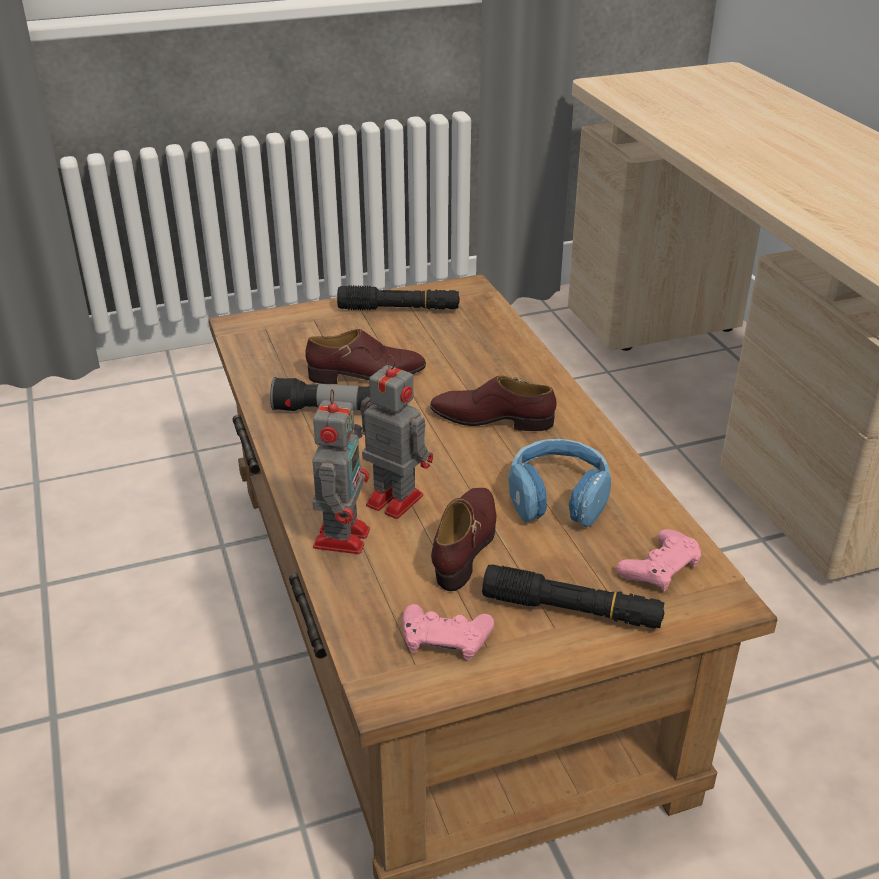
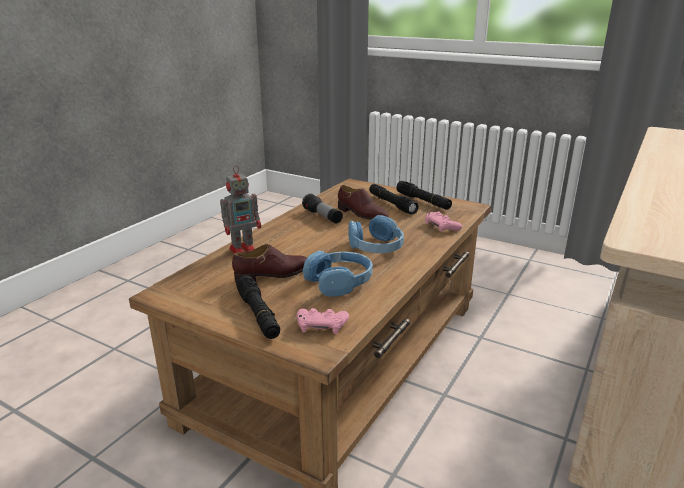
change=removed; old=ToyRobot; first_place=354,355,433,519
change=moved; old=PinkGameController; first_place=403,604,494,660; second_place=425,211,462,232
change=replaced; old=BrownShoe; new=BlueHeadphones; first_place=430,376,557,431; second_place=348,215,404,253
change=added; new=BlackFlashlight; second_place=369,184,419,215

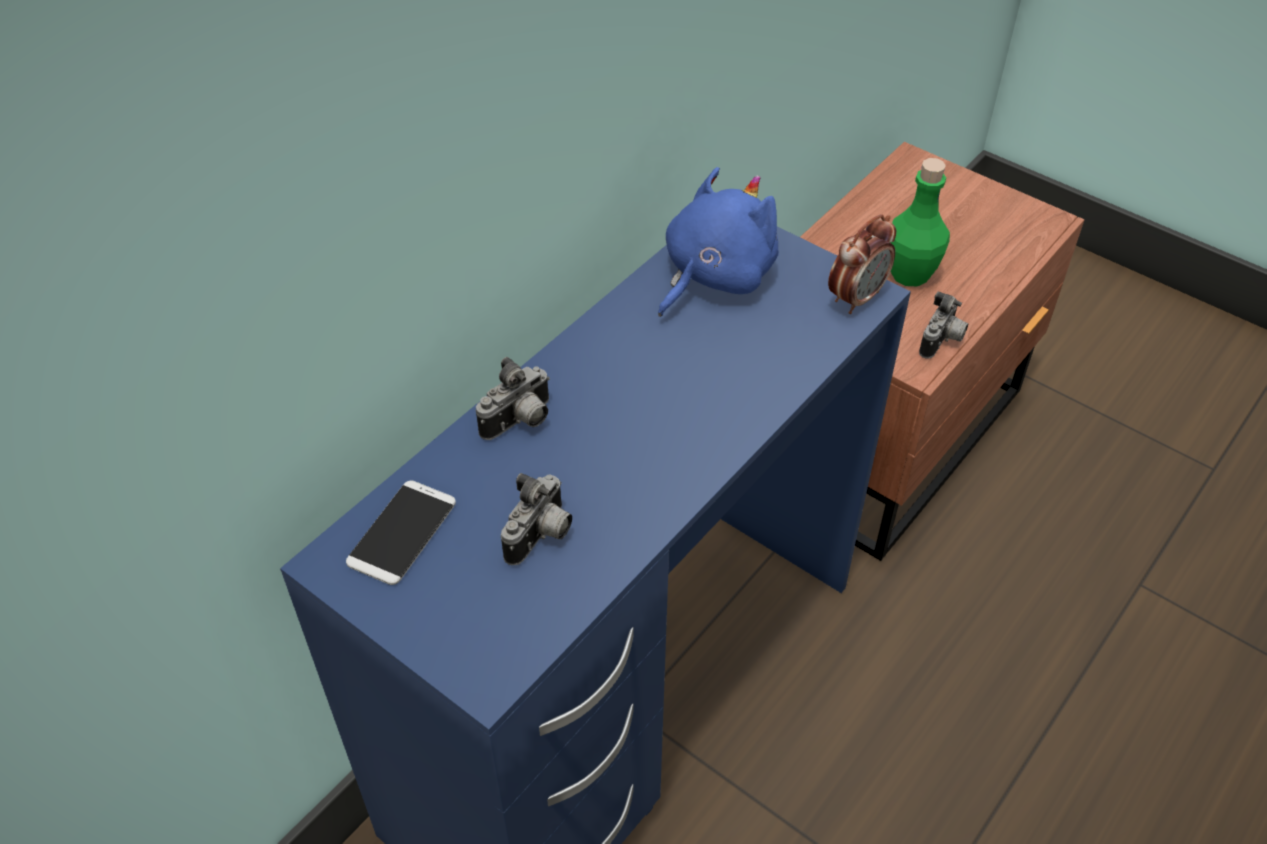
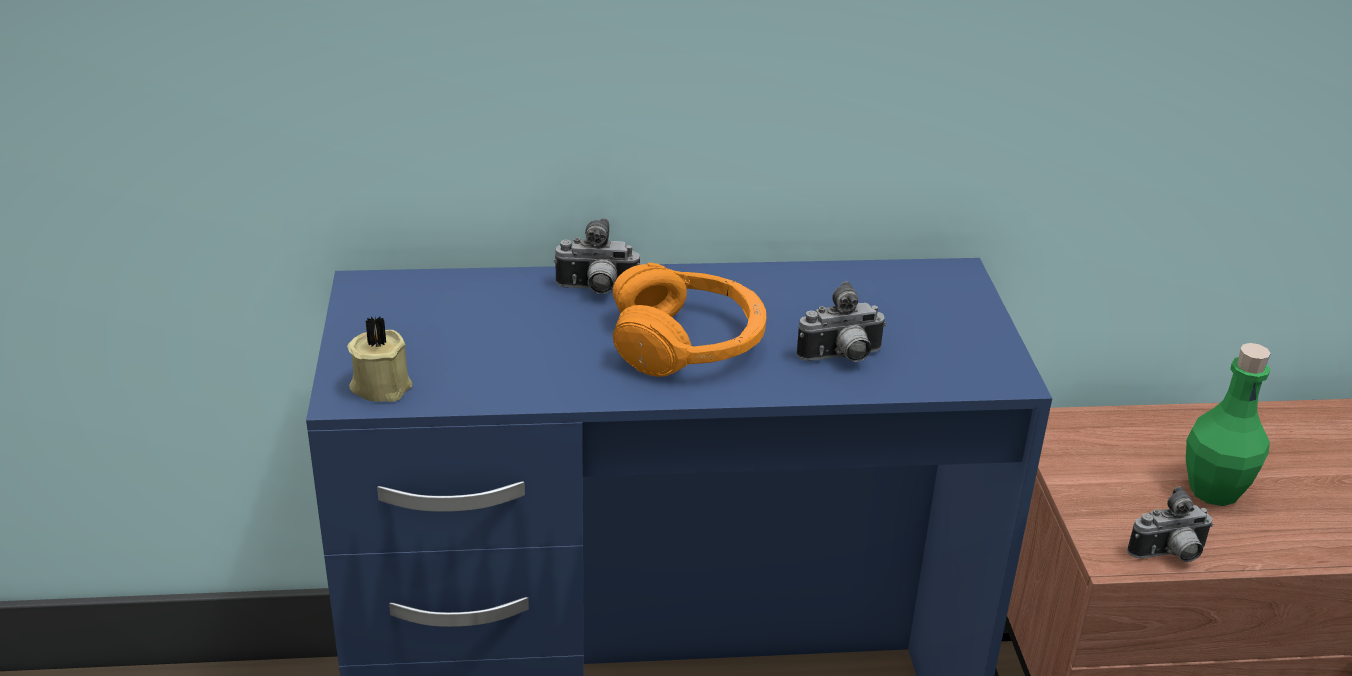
change=removed; old=Phone; first_place=346,481,456,585
change=moved; old=PhotoCamera; first_place=501,473,572,565; second_place=796,281,886,362
change=removed; old=BluePlushToy; first_place=658,167,779,317
change=removed; old=AlarmClock; first_place=828,214,896,314
change=added; new=BeigeCandle; second_place=347,317,412,402
change=added; new=OrangeHeadphones; second_place=613,263,766,377

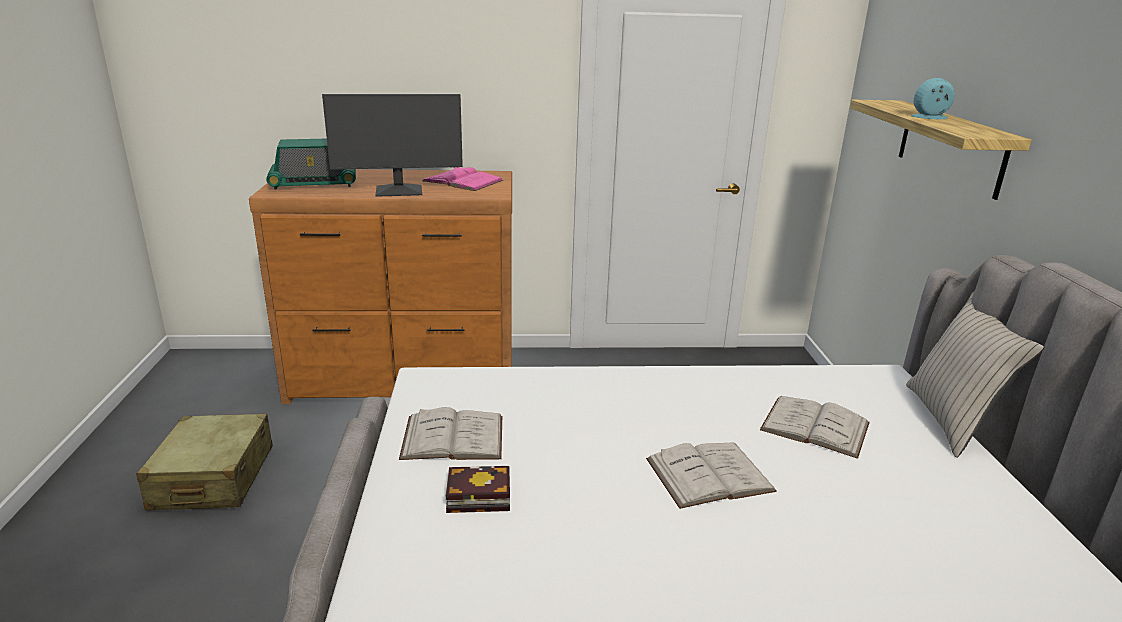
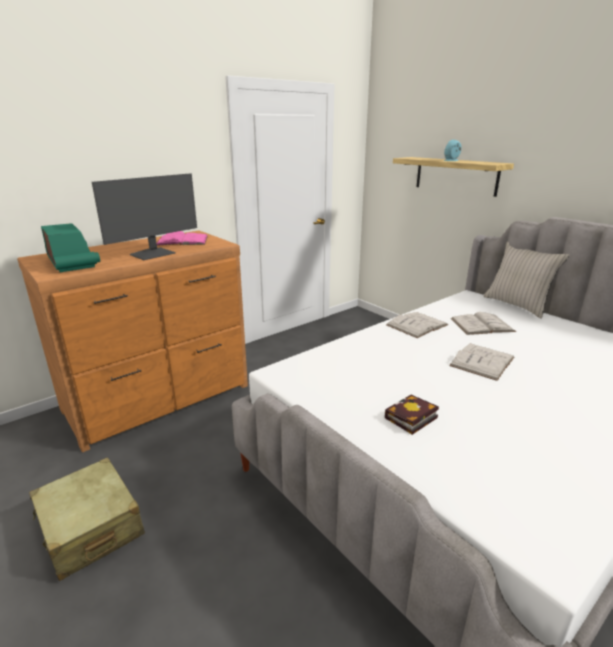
change=turned; old=Radio; first_place=266,139,356,190; second_place=41,223,100,272; degrees=-75
change=moved; old=WhiteBook; first_place=399,407,502,460; second_place=386,312,448,338

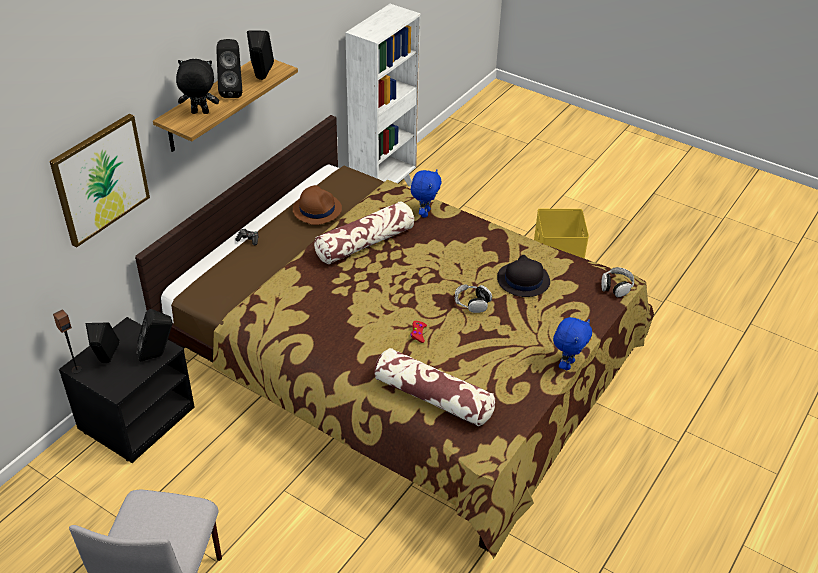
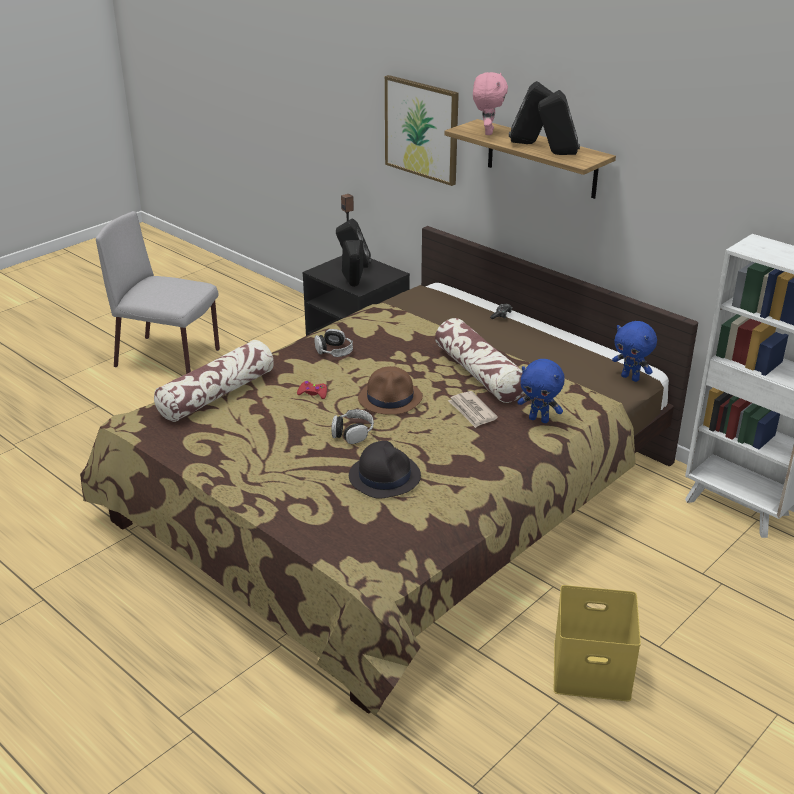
change=recoloured; old=BlackPlushToy; new=PinkPlushToy; first_place=176,59,219,114; second_place=473,72,508,135
change=moved; old=BrownHat; first_place=293,185,342,225; second_place=358,366,423,415
change=moved; old=BluePlushToy; first_place=553,317,592,370; second_place=612,321,657,382
change=moved; old=Headphones; first_place=601,267,634,297; second_place=314,329,353,357
change=added; new=Newspaper; second_place=448,391,498,428

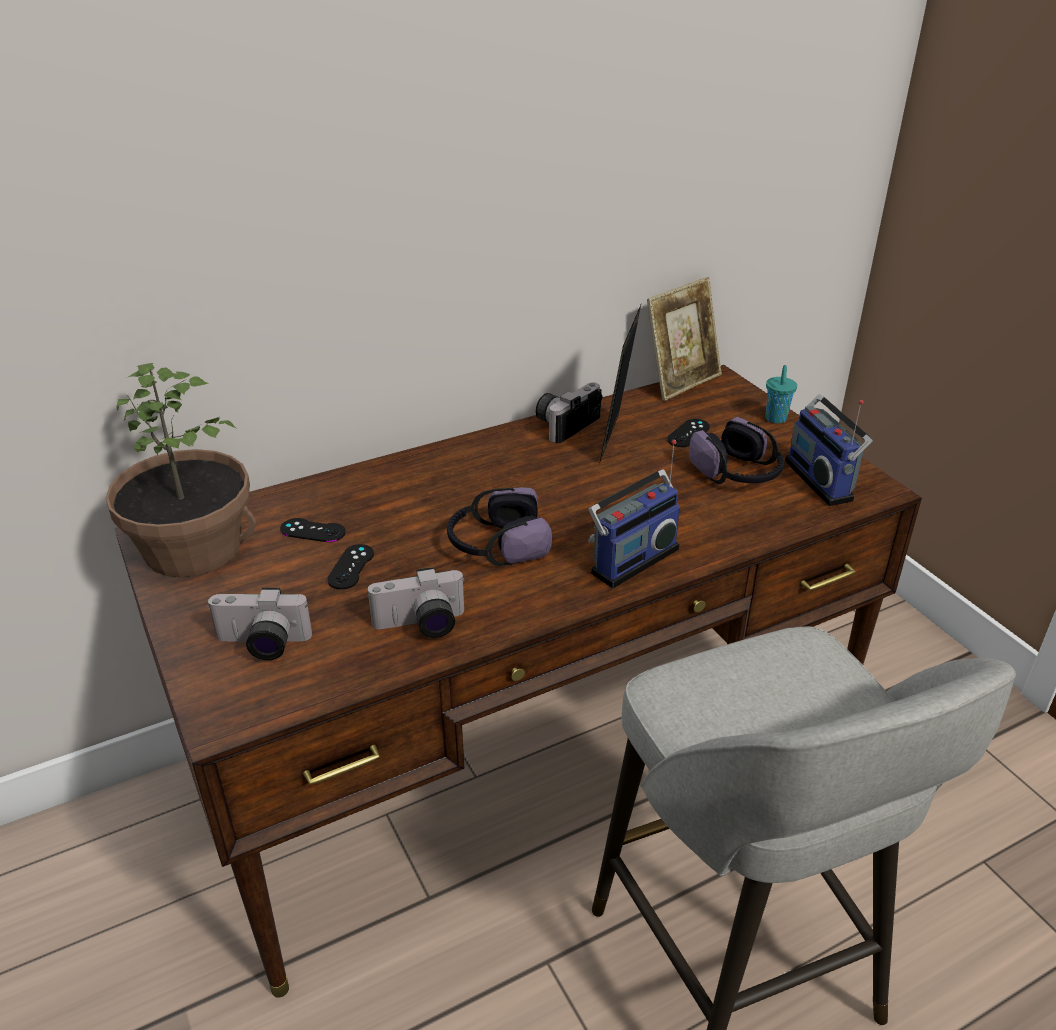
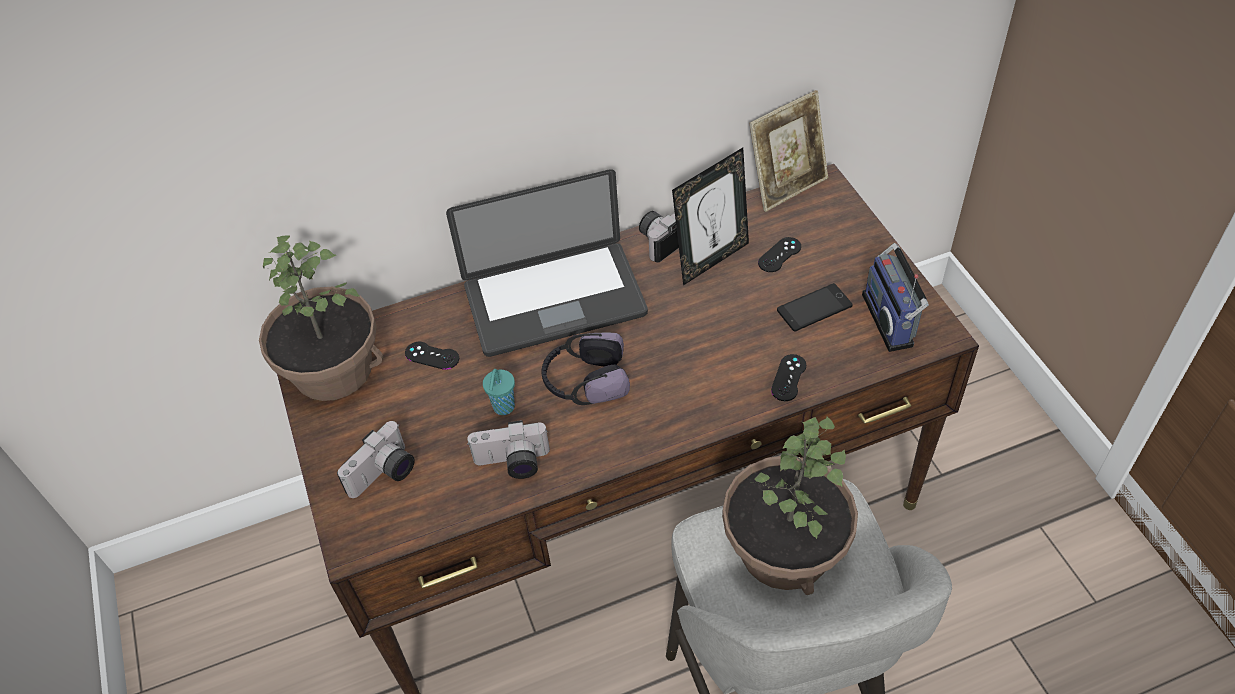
change=turned; old=PhotoCamera; first_place=207,588,312,660; second_place=337,421,415,498; degrees=-60
change=moved; old=BlackGameController; first_place=327,544,374,589; second_place=771,354,806,401
change=removed; old=Radio; first_place=588,440,680,588
change=turned; old=PictureFrame; first_place=600,305,641,461; second_place=672,148,749,286; degrees=-150
change=replaced; old=Headphones; new=Phone; first_place=689,417,784,484; second_place=777,283,853,332
change=moved; old=TurquoiseCup; first_place=766,365,797,423; second_place=483,369,515,415
change=added; new=Laptop; second_place=446,169,648,357
change=added; new=PottedPlant; second_place=722,416,858,595

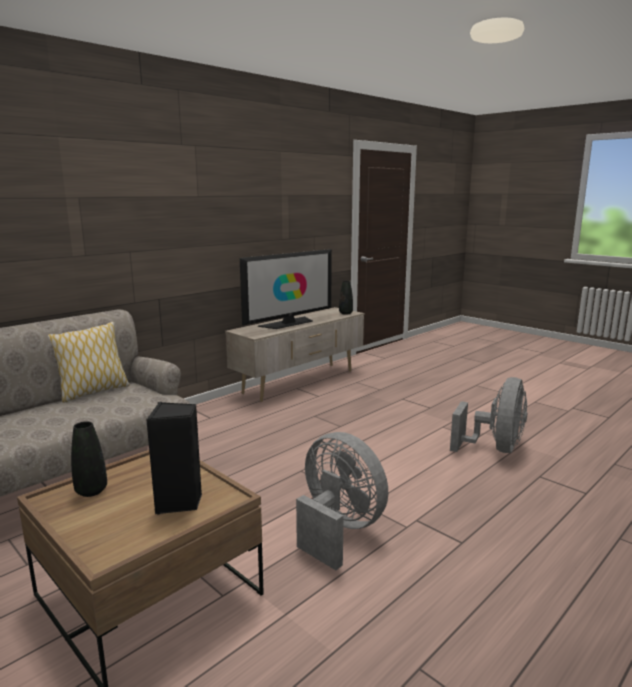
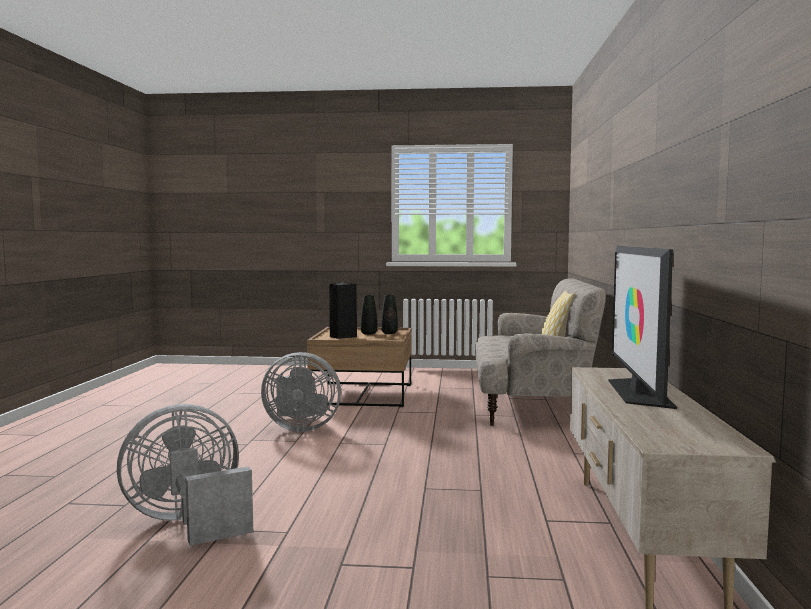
change=moved; old=BlackVase; first_place=339,281,353,315; second_place=361,295,377,335
change=turned; old=GreyFan; first_place=450,377,527,453; second_place=117,404,253,546; degrees=75

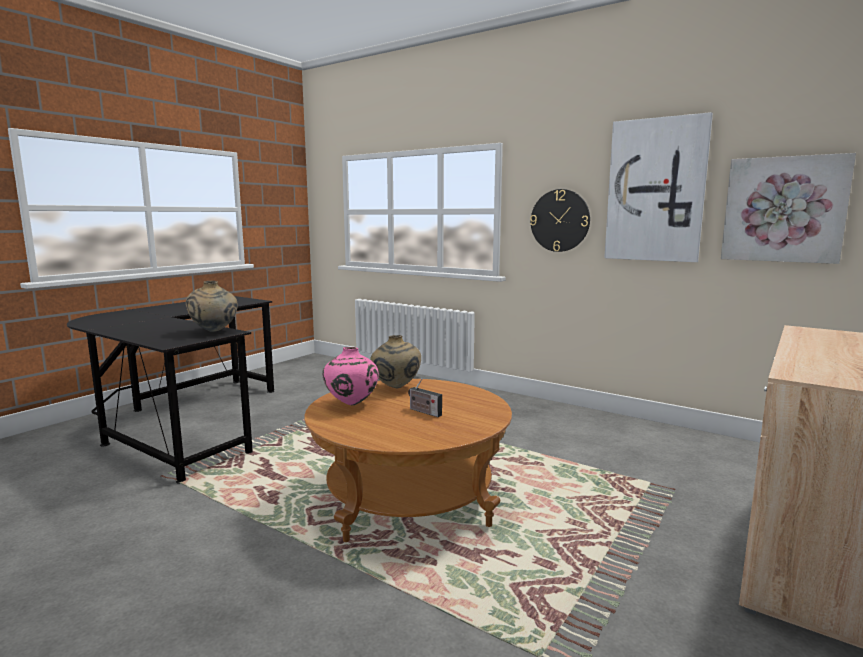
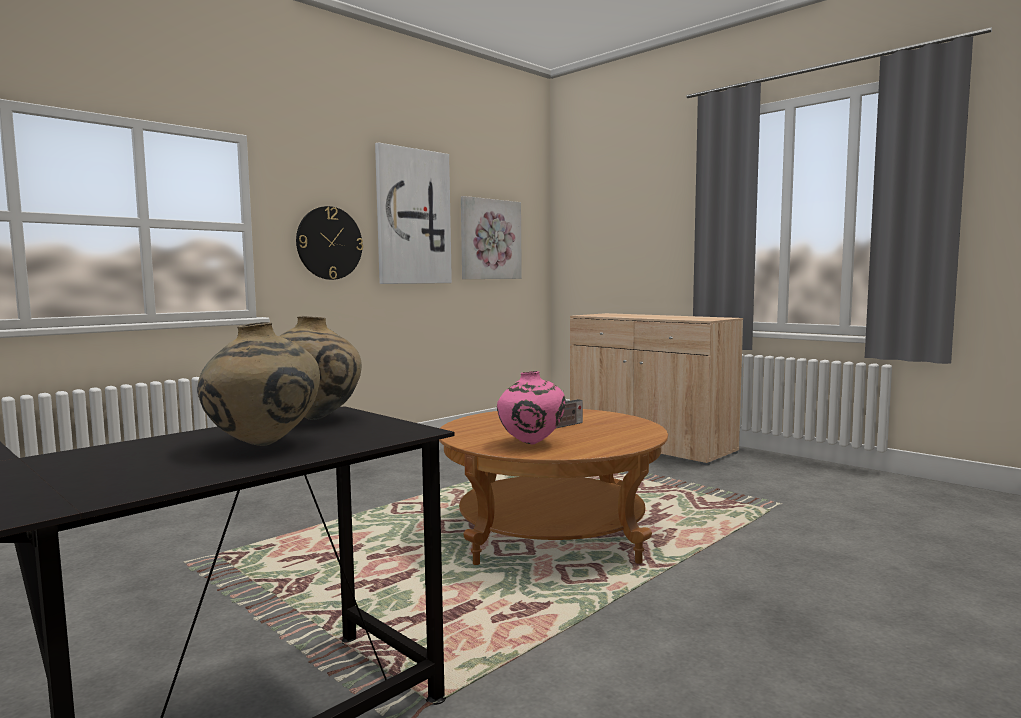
change=moved; old=BeigeVase; first_place=370,335,421,388; second_place=197,322,320,446

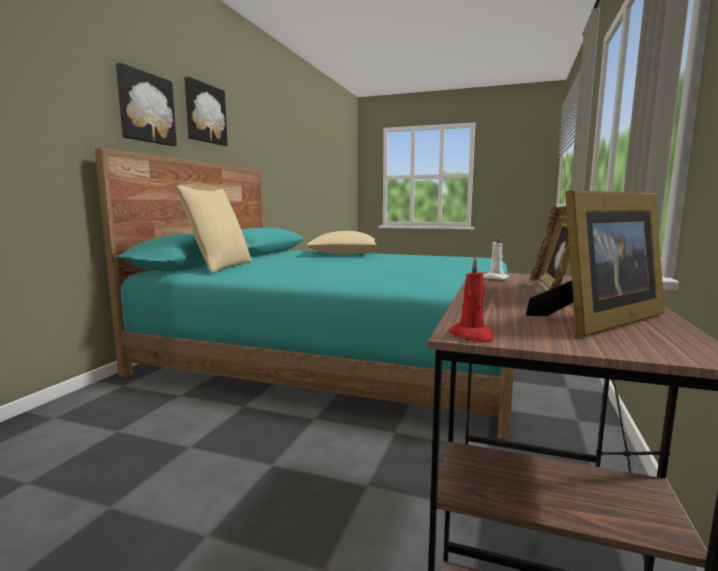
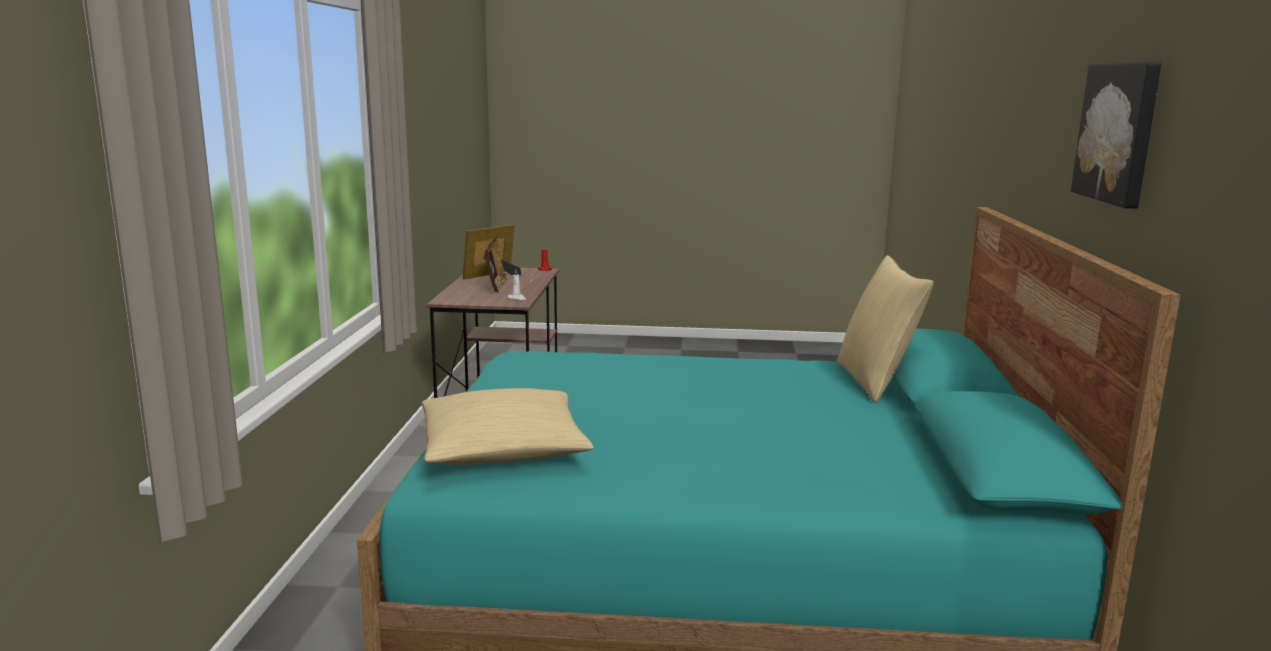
change=removed; old=Picture; first_place=116,63,177,146
change=moved; old=BeigePillow; first_place=306,231,376,254; second_place=421,388,594,465

